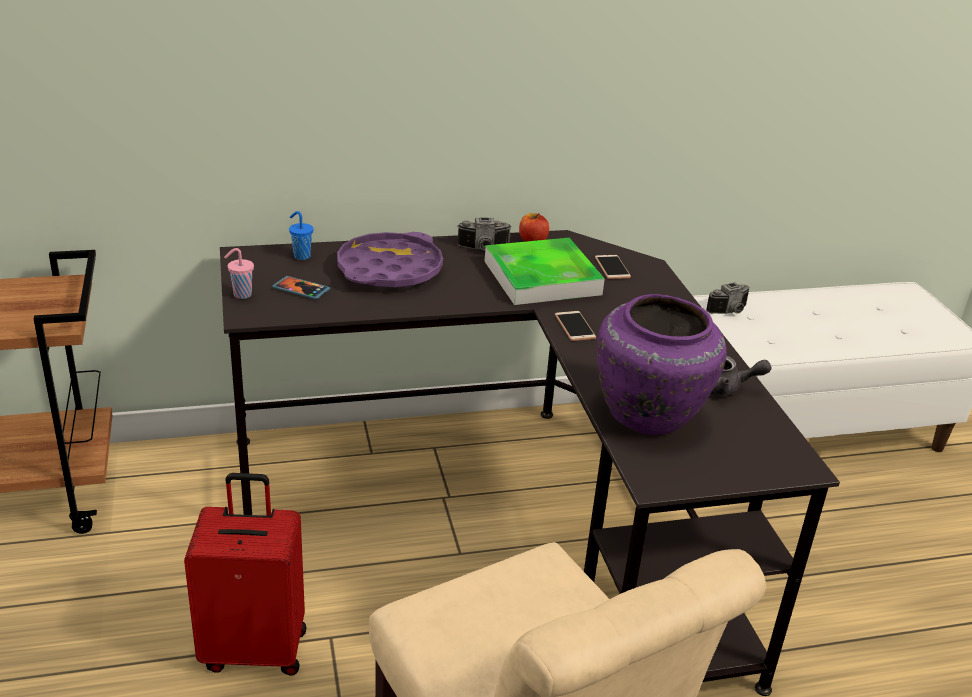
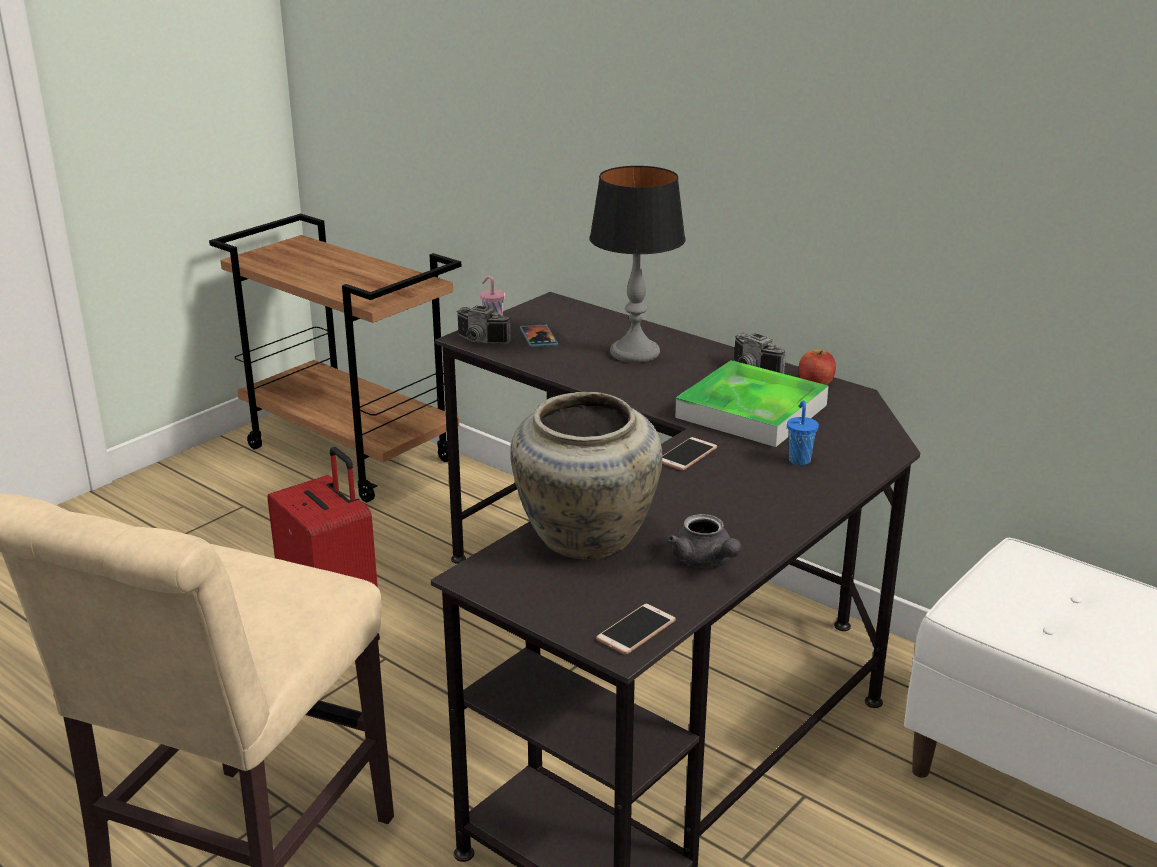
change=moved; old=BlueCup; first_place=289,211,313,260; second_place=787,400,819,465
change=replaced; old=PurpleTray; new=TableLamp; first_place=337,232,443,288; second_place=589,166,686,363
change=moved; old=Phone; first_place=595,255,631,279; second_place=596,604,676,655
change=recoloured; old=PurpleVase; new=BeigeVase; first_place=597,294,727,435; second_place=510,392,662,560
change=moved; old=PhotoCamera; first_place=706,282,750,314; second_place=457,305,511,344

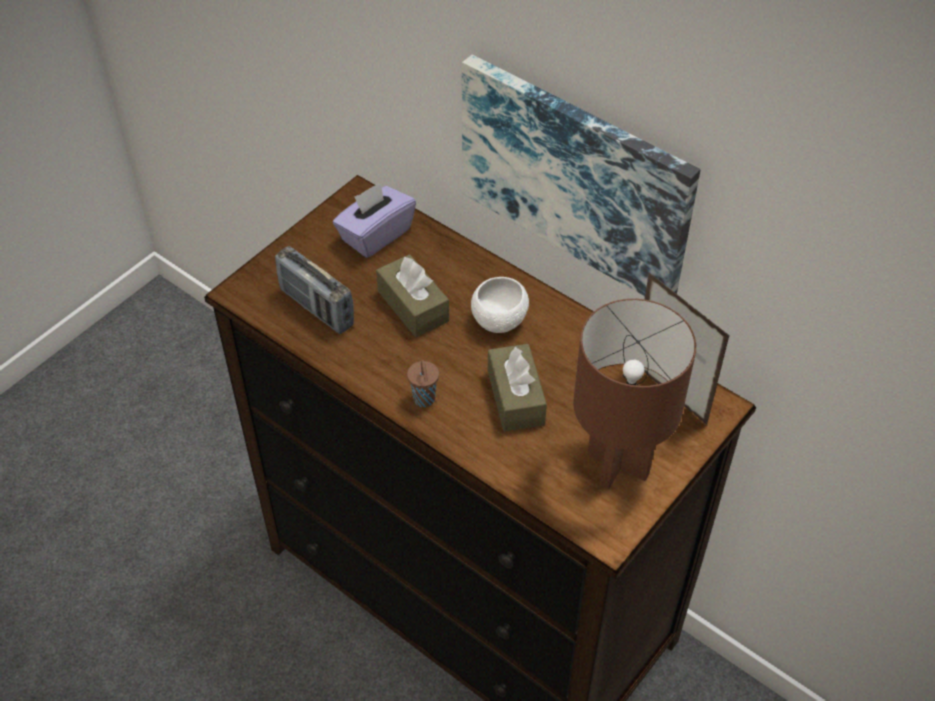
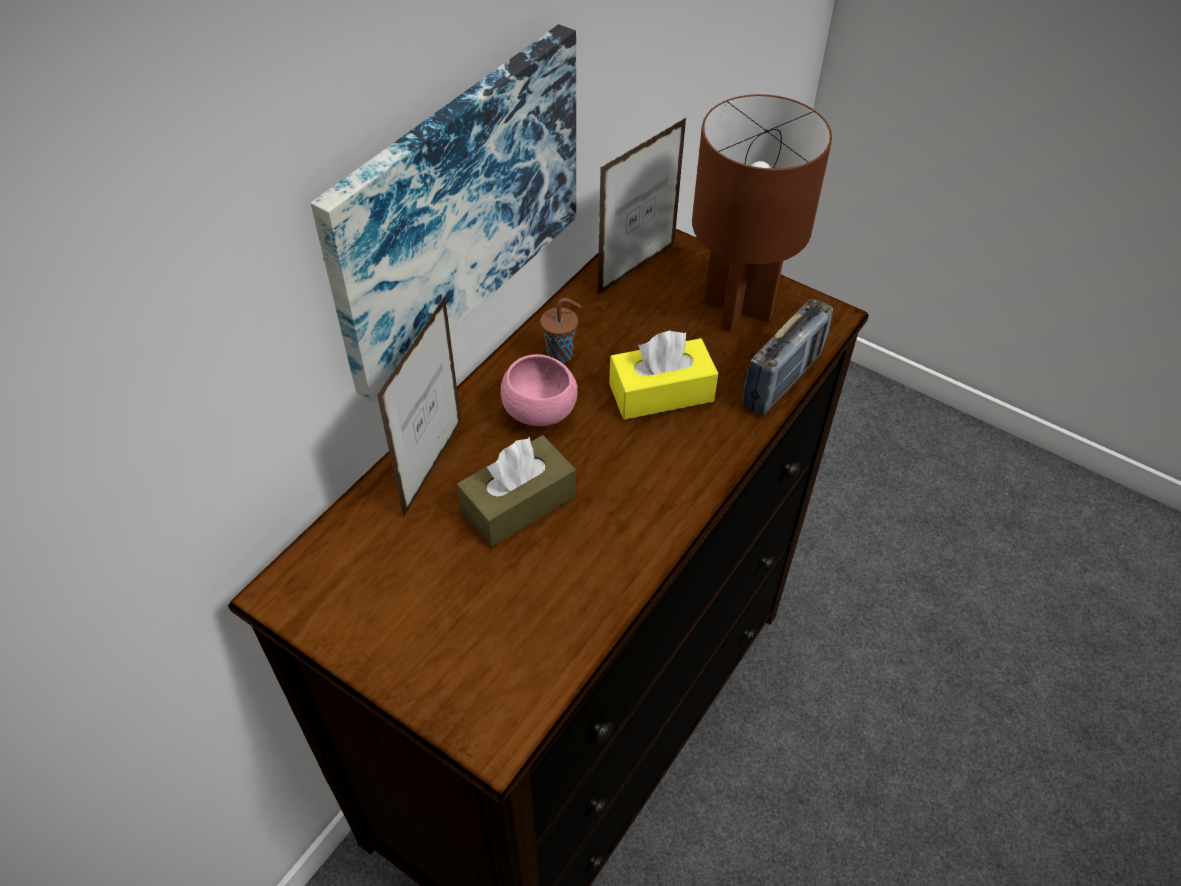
change=moved; old=Radio; first_place=275,246,354,334; second_place=743,299,833,415
change=removed; old=PurpleTissueBox; first_place=333,182,416,258
change=moved; old=BrownCup; first_place=407,360,439,407; second_place=540,298,581,364
change=recoloured; old=WhiteBowl; new=PinkBowl; first_place=471,277,529,333; second_place=501,354,578,426
change=recoloured; old=BrownTissueBox; new=YellowTissueBox; first_place=488,344,547,432; second_place=609,330,718,420
change=added; new=PictureFrame; second_place=377,296,462,517

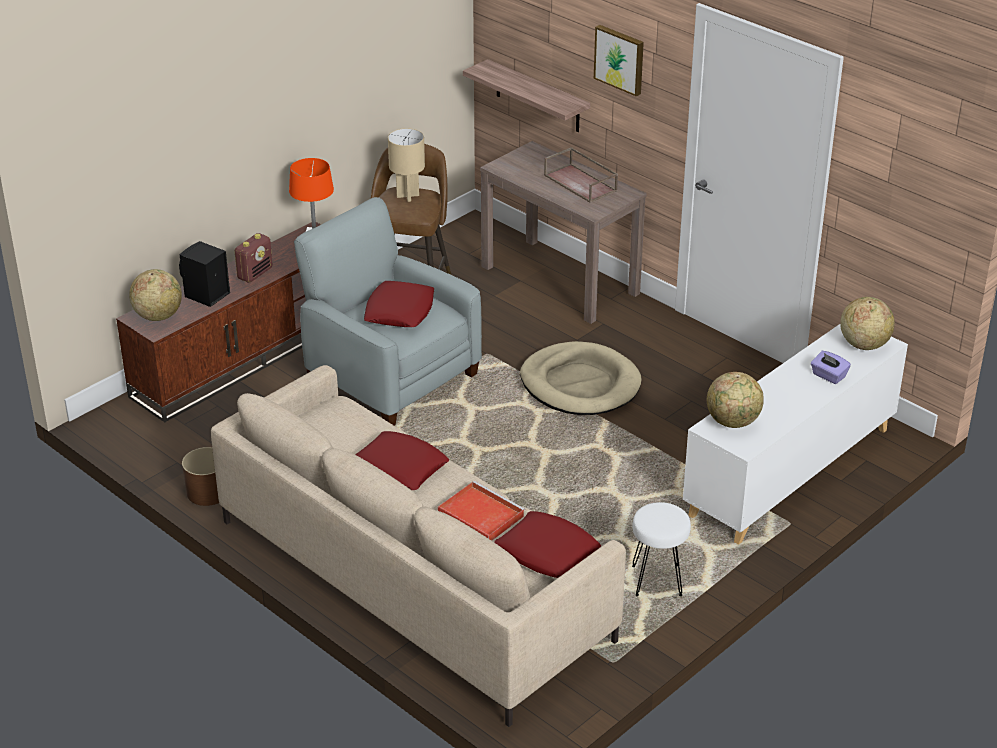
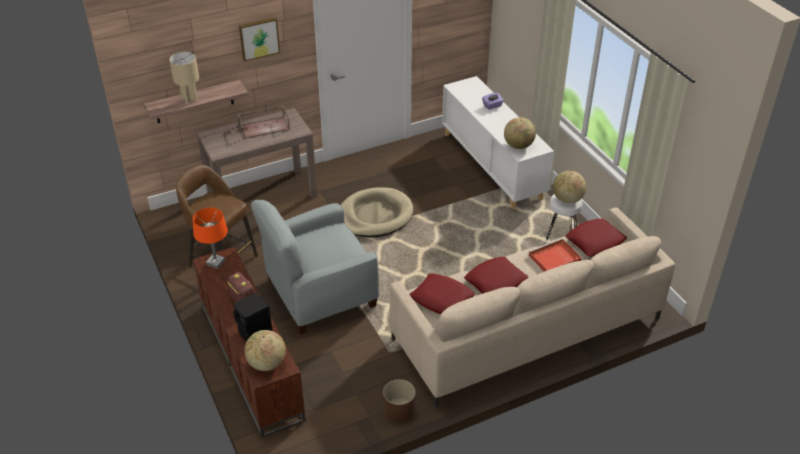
change=moved; old=RedPillow; first_place=364,281,434,327; second_place=410,273,475,314
change=moved; old=BeigeTableLamp; first_place=388,128,425,202; second_place=169,52,199,104
change=moved; old=Globe; first_place=840,297,895,350; second_place=553,171,586,203

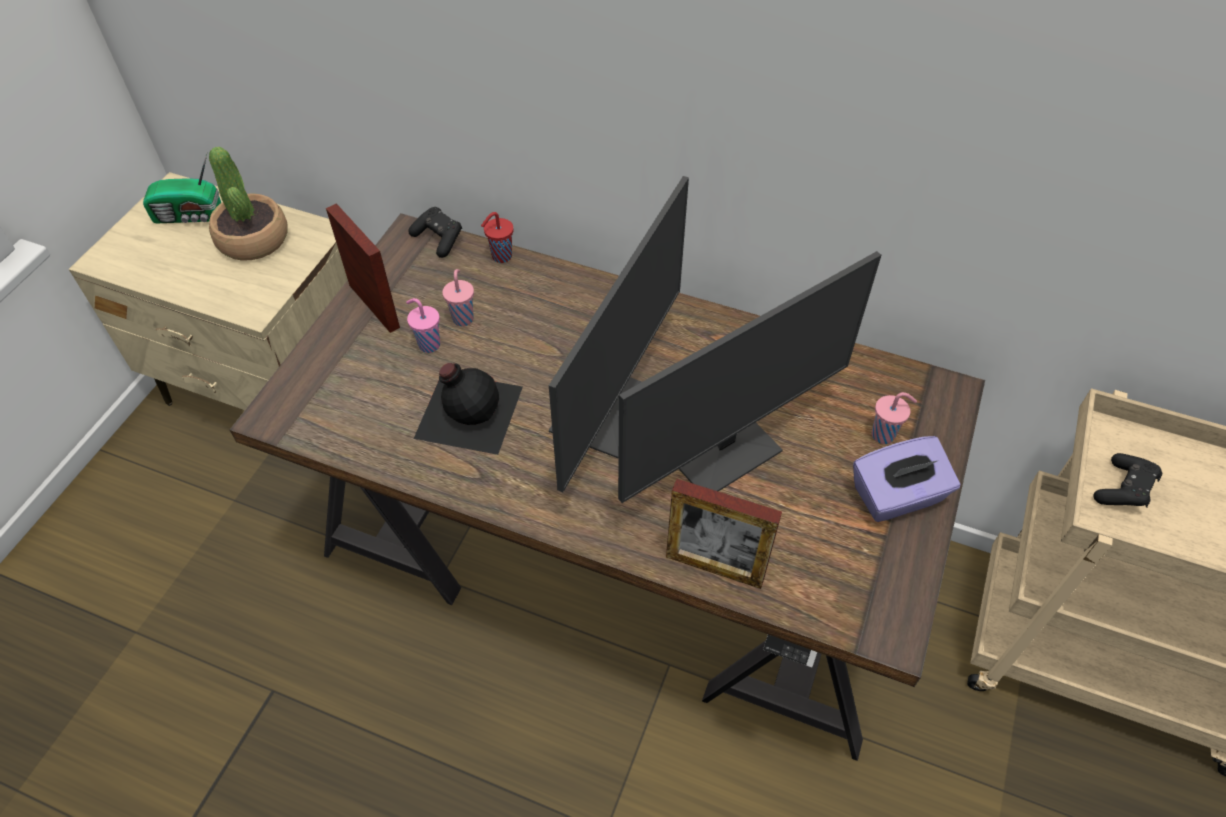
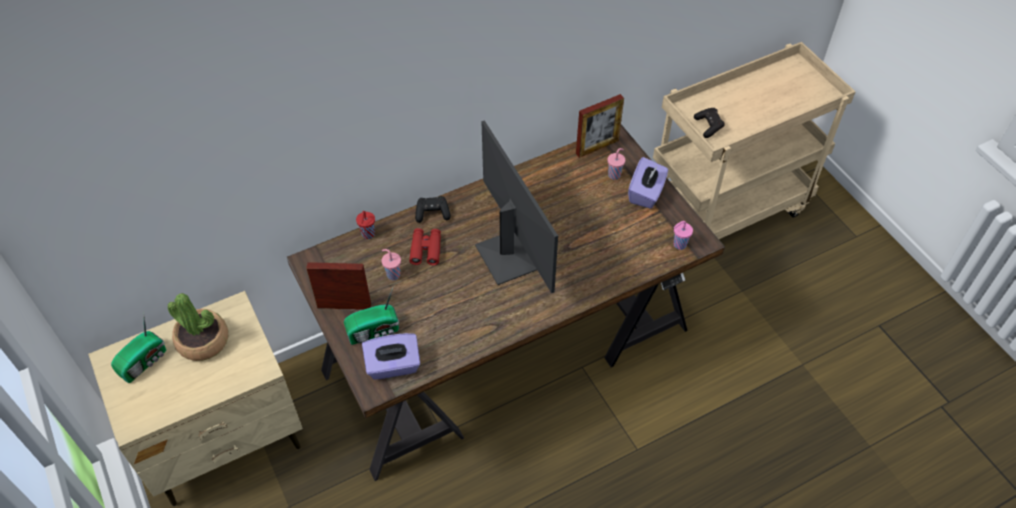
change=moved; old=PinkCup; first_place=406,298,440,353; second_place=674,221,693,250
change=moved; old=BlackGameController; first_place=408,207,462,258; second_place=415,196,451,223
change=removed; old=BlackBottle; first_place=414,363,523,455
change=removed; old=Monitor; first_place=618,251,881,503
change=moved; old=PictureFrame; first_place=666,479,782,589; second_place=576,94,624,158
change=added; new=Radio; second_place=344,288,399,345
change=added; new=PurpleTissueBox; second_place=362,333,420,380
change=added; new=RedBinoculars; second_place=409,228,441,265

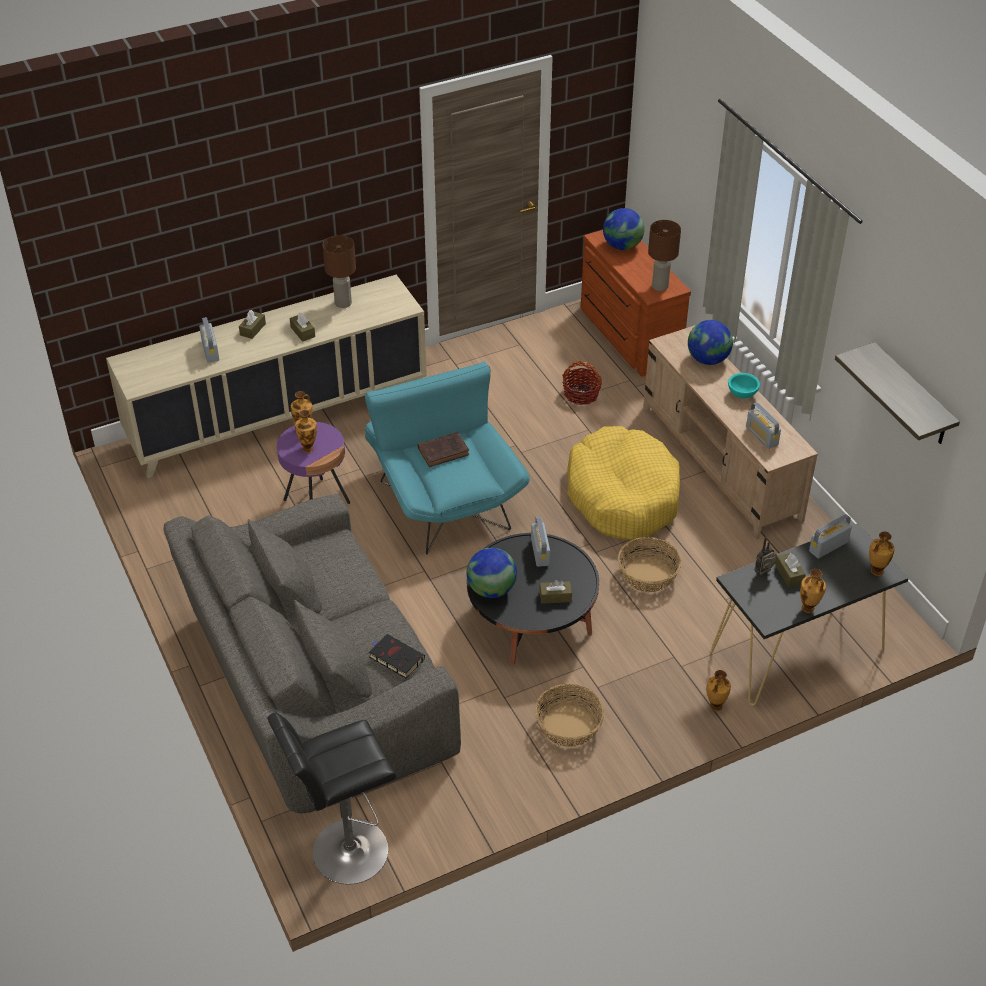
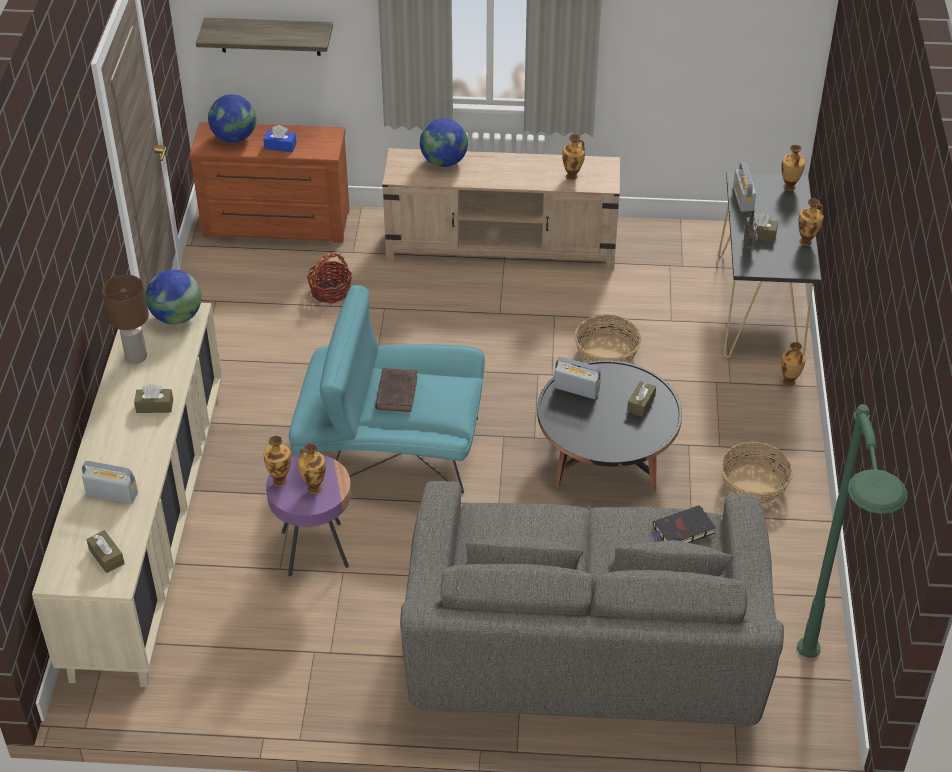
change=moved; old=BrownTissueBox; first_place=239,310,266,339; second_place=86,530,125,573
change=replaced; old=BlackStool; new=GreenFloorLamp; first_place=267,713,396,885; second_place=797,404,908,658
change=moved; old=Globe; first_place=467,548,517,598; second_place=146,269,201,324
change=removed; old=YellowDogBed; first_place=567,426,680,540
change=removed; old=BrownTableLamp; first_place=648,220,681,291
change=removed; old=TurquoiseBowl; first_place=728,373,760,398
change=replaced; old=Radio; new=Vase; first_place=746,402,781,449; second_place=562,134,585,180
change=moved; old=Shelf; first_place=835,342,960,444; second_place=196,18,333,56
change=added; new=BlueTissueBox; second_place=263,125,297,152

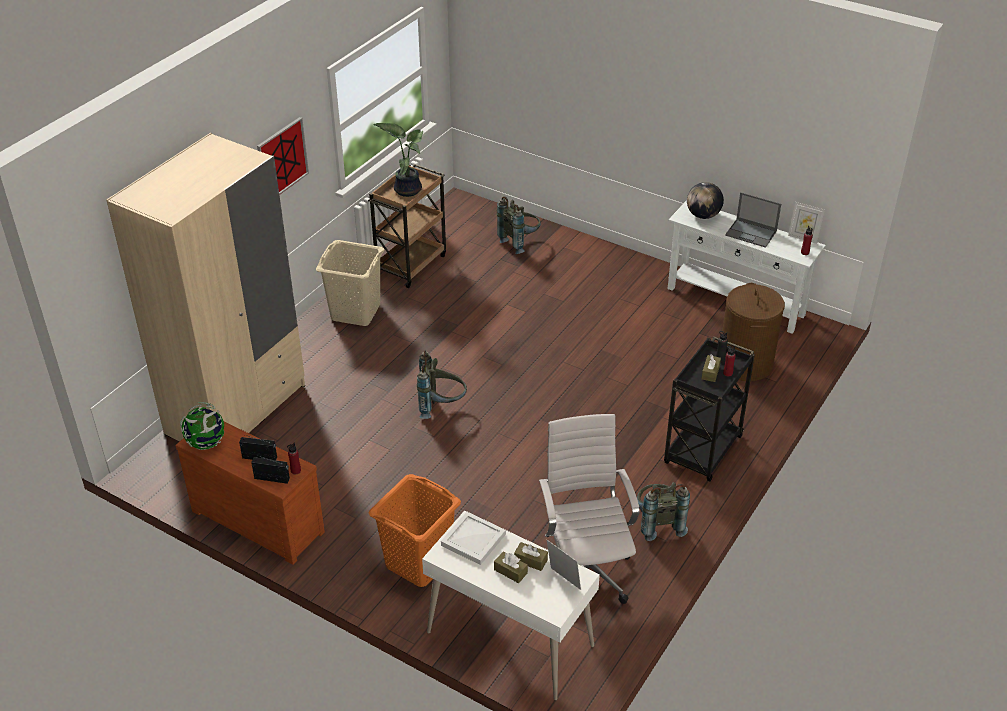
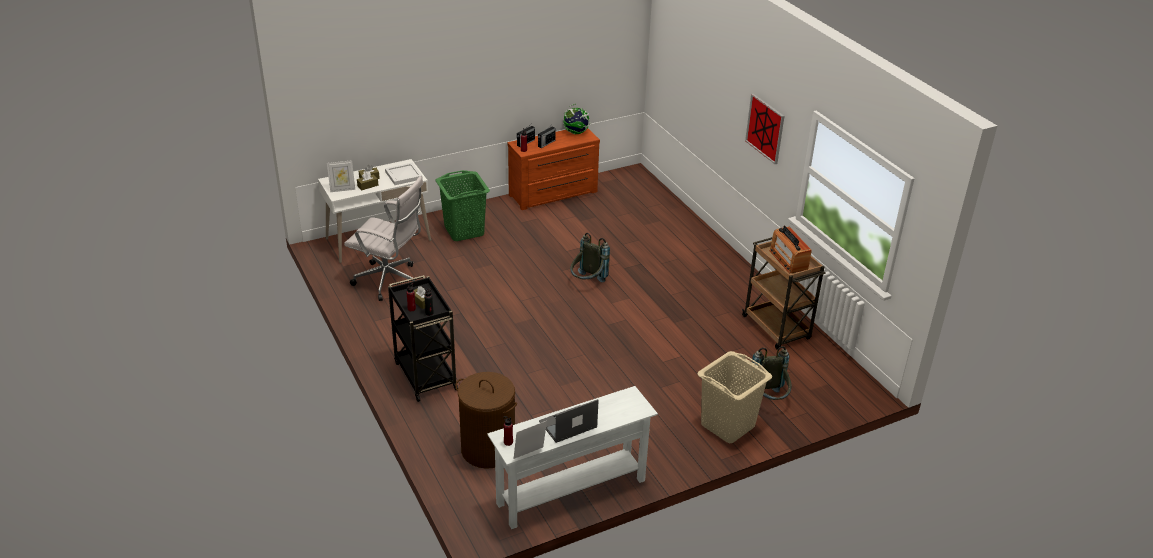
change=removed; old=BeigeWardrobe; first_place=106,133,305,442
change=moved; old=BeigeLaundryBasket; first_place=316,240,384,326; second_place=697,351,772,443
change=recoloured; old=OrangeLaundryBasket; new=GreenLaundryBasket; first_place=369,474,461,587; second_place=435,170,490,241
change=replaced; old=PottedPlant; new=Radio; first_place=373,123,423,197; second_place=769,225,812,274
change=removed; old=GreyBackpack; first_place=637,482,690,541
change=removed; old=Globe; first_place=687,182,724,219

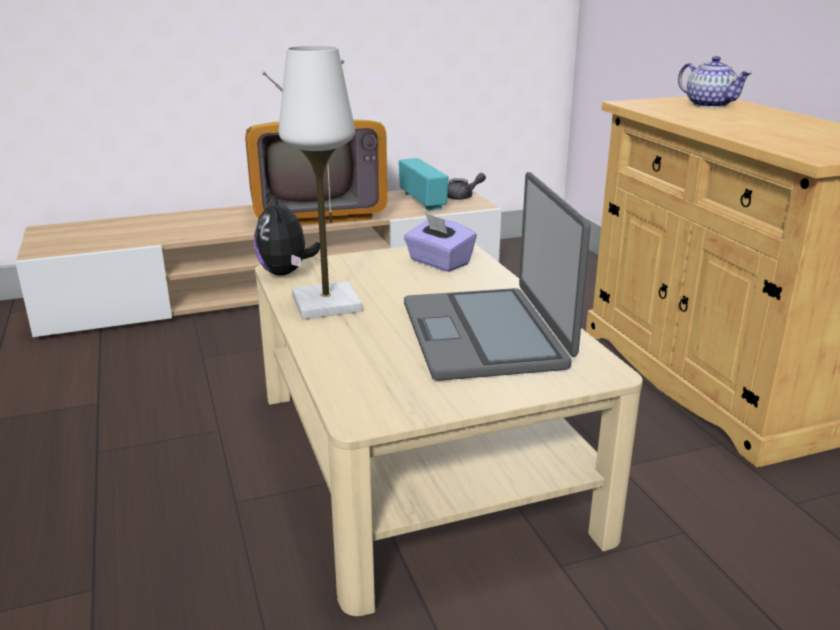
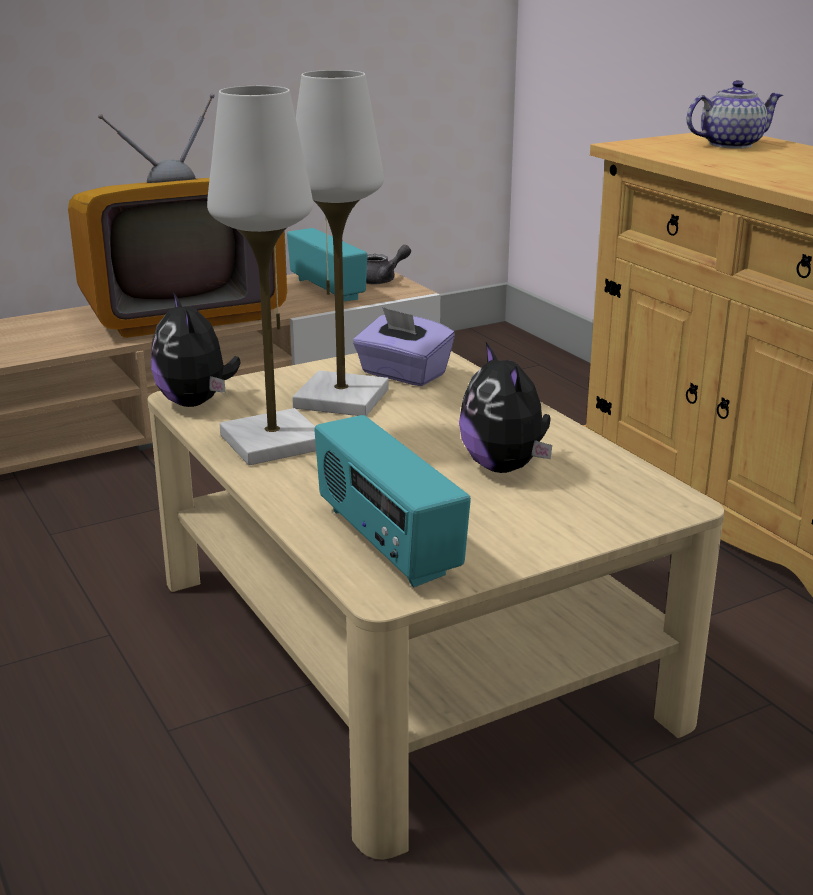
change=replaced; old=Laptop; new=PlushToy; first_place=404,172,591,381; second_place=459,342,552,473
change=turned; old=Teapot; first_place=678,56,752,108; second_place=686,80,783,149; degrees=-60
change=added; new=WhiteTableLamp; second_place=292,70,389,416
change=added; new=Radio; second_place=314,415,471,587

